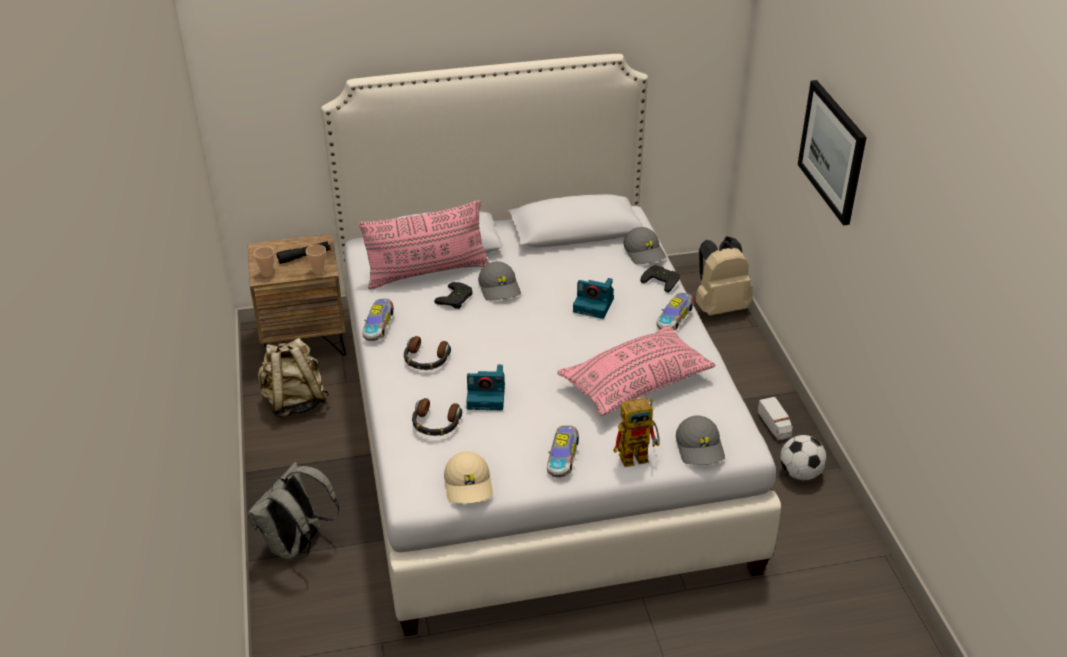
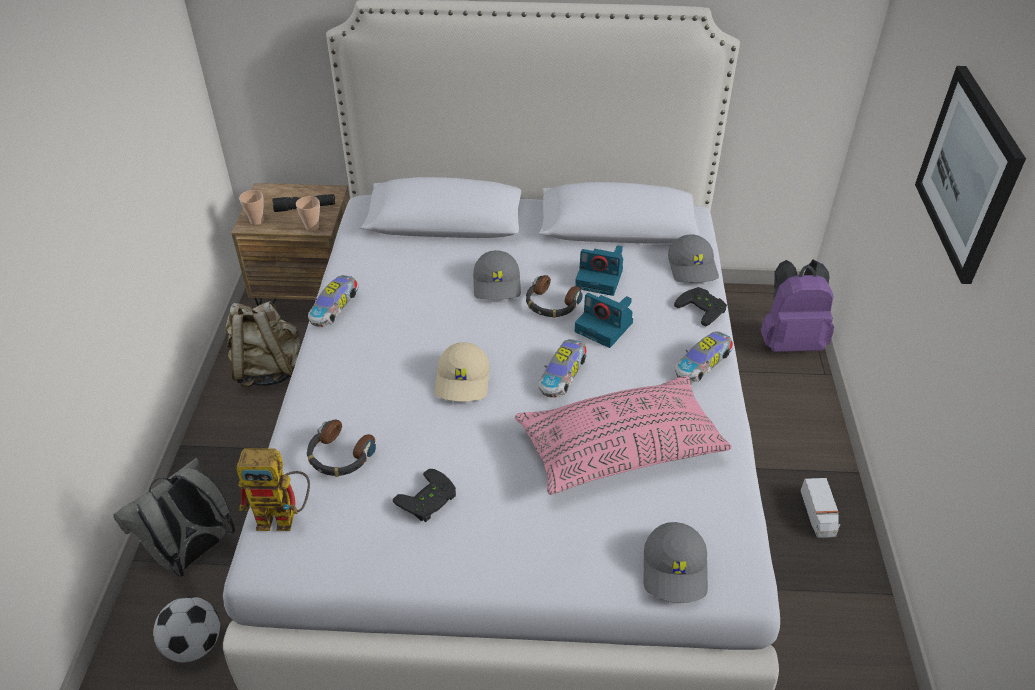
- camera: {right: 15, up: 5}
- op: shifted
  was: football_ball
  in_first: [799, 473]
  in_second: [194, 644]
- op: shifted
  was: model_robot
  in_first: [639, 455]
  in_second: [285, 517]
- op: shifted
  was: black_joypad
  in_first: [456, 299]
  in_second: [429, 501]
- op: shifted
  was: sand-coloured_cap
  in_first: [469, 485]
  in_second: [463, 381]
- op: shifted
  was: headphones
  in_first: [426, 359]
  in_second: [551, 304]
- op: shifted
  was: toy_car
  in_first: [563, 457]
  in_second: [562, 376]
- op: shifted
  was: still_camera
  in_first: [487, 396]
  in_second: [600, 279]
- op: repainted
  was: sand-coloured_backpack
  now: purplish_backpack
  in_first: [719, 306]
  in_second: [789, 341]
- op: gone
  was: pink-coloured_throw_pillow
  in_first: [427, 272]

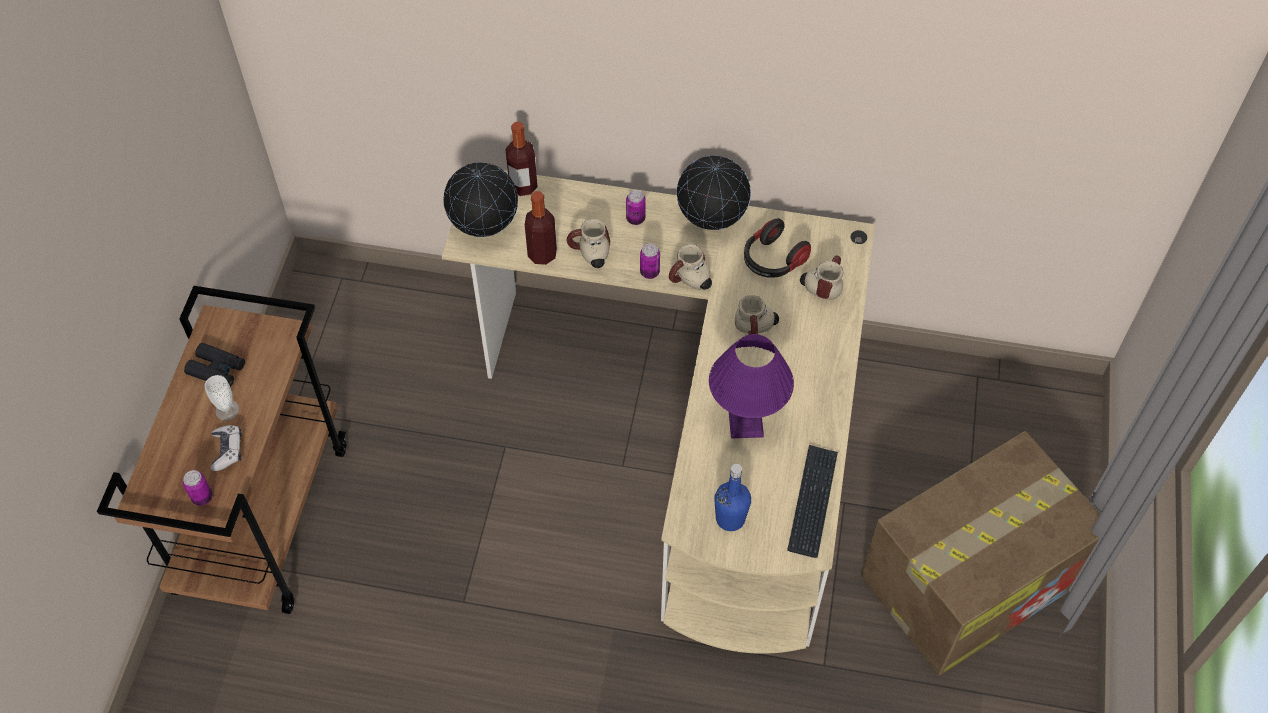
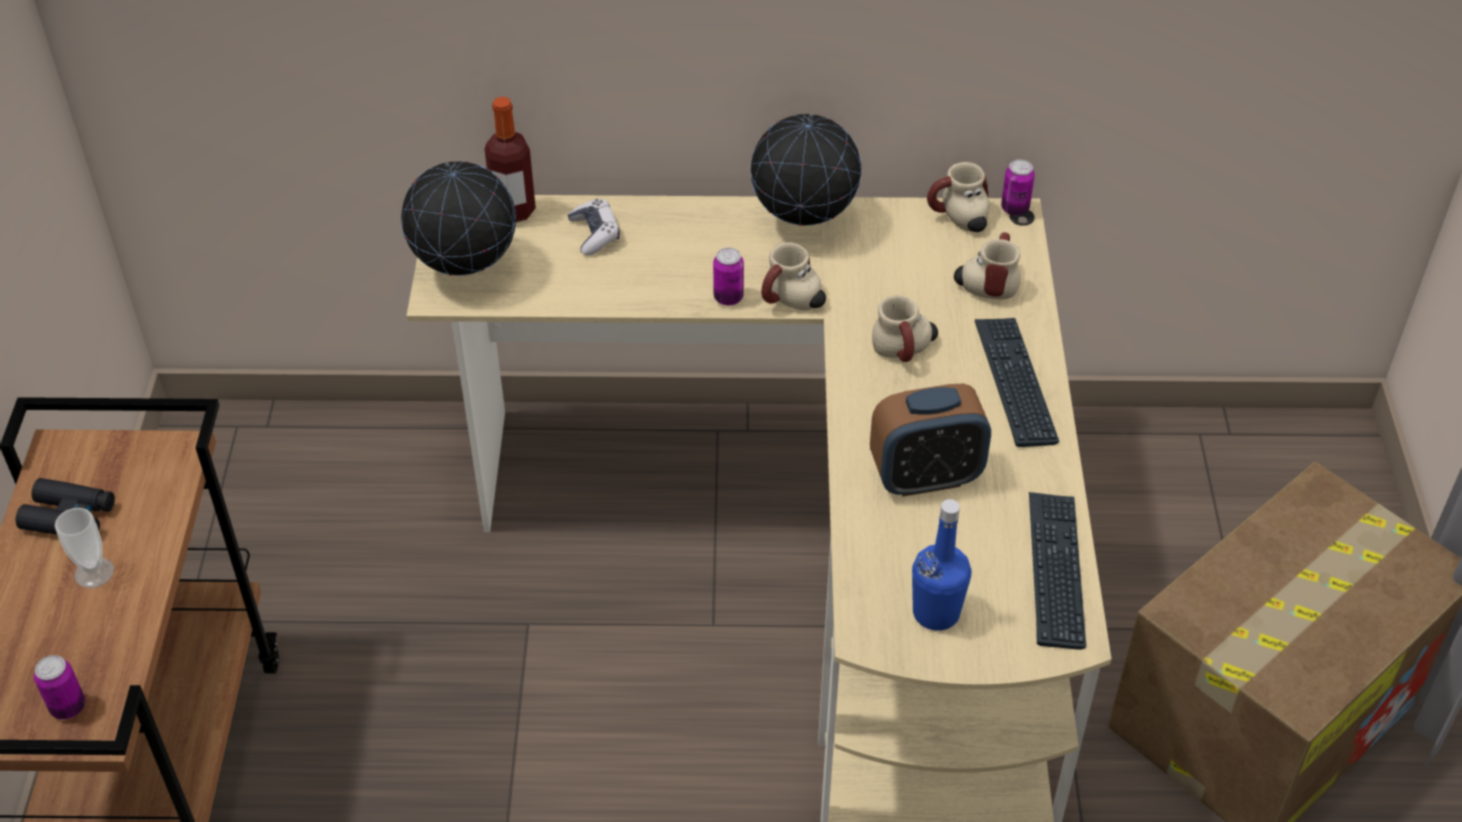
- camera: {right: -10, up: -10}
- op: shifted
  was: joypad
  in_first: [227, 450]
  in_second: [595, 234]
- op: swapped
  was: purplish_tabletop_lamp
  now: table_clock
  in_first: [747, 423]
  in_second: [925, 477]
- op: shifted
  was: mug
  in_first: [589, 255]
  in_second: [958, 219]
- op: new
  now: keyboard
  in_second: [1014, 382]
- op: shifted
  was: metal_can
  in_first: [635, 219]
  in_second: [1014, 209]
- op: gone
  was: beverage_bottle
  in_first: [542, 254]
- op: gone
  was: headphones
  in_first: [772, 260]

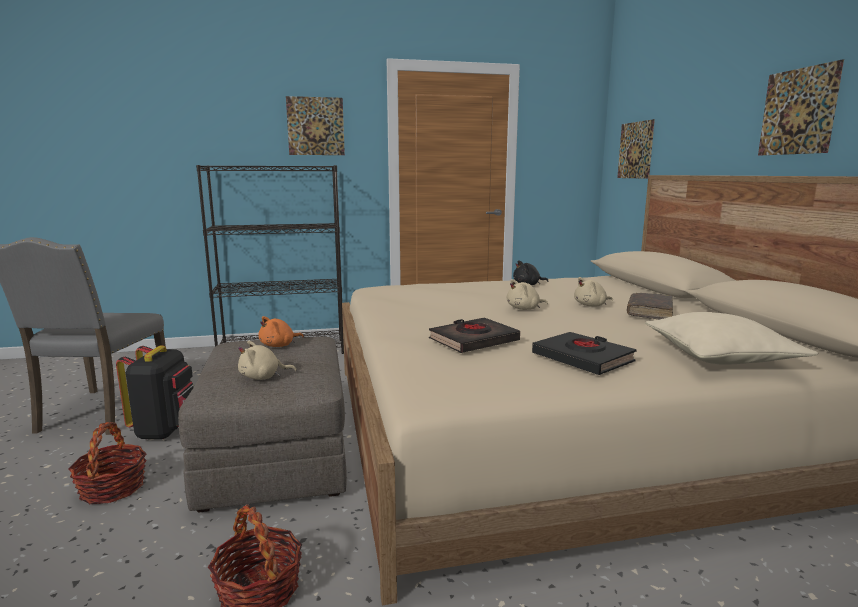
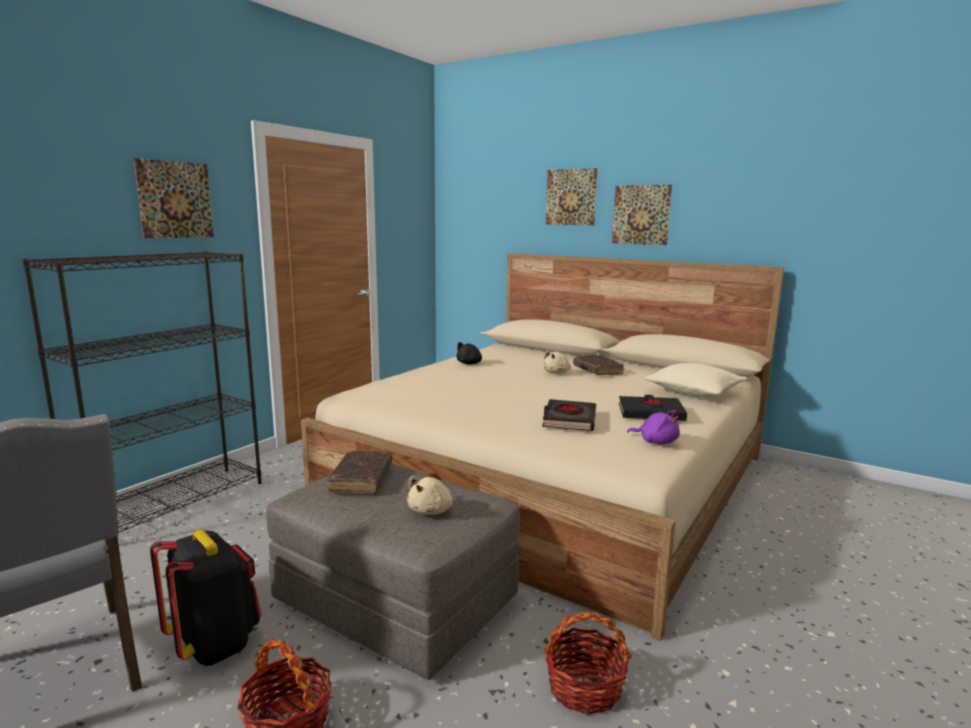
- camera: {right: -45, up: 0}
- op: swapped
  was: orange_soft_toy
  now: brown-coloured_book
  in_first: [279, 345]
  in_second: [361, 480]
- op: shifted
  was: picture
  in_first: [635, 150]
  in_second: [571, 197]
- op: new
  now: purplish_soft_toy
  in_second: [656, 442]
- op: gone
  was: sand-coloured_soft_toy
  in_first: [525, 309]

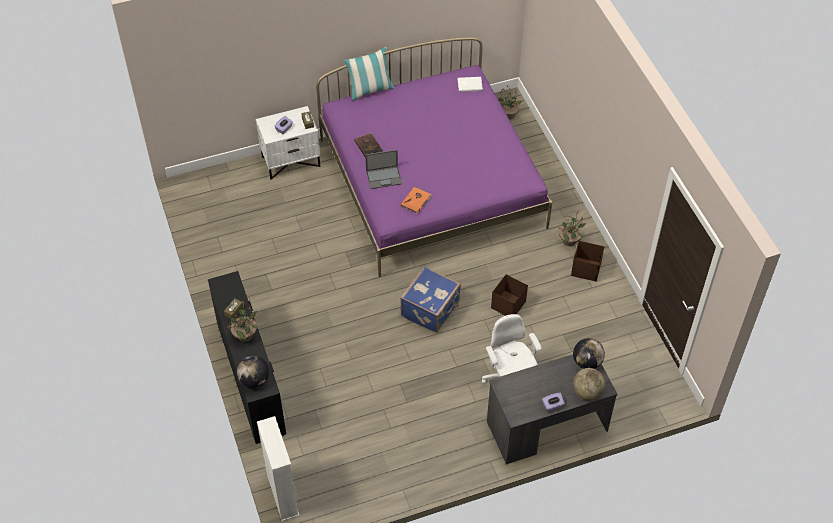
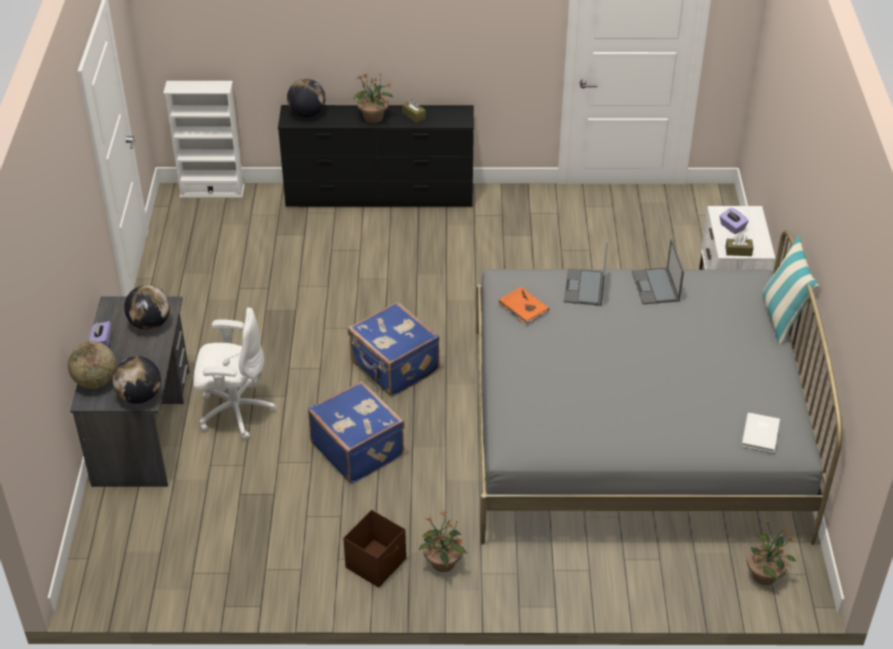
- camera: {right: 110, up: -10}
- op: new
  now: world_globe
  in_second: [150, 324]
- op: swapped
  was: brown-coloured_storage_box
  now: blue_suitcase
  in_first: [508, 305]
  in_second: [358, 448]
- op: repainted
  was: purplish_bed
  now: gray_bed
  in_first: [431, 183]
  in_second: [633, 430]
- op: swapped
  was: brown-coloured_book
  now: notebook_computer
  in_first: [368, 146]
  in_second: [656, 286]

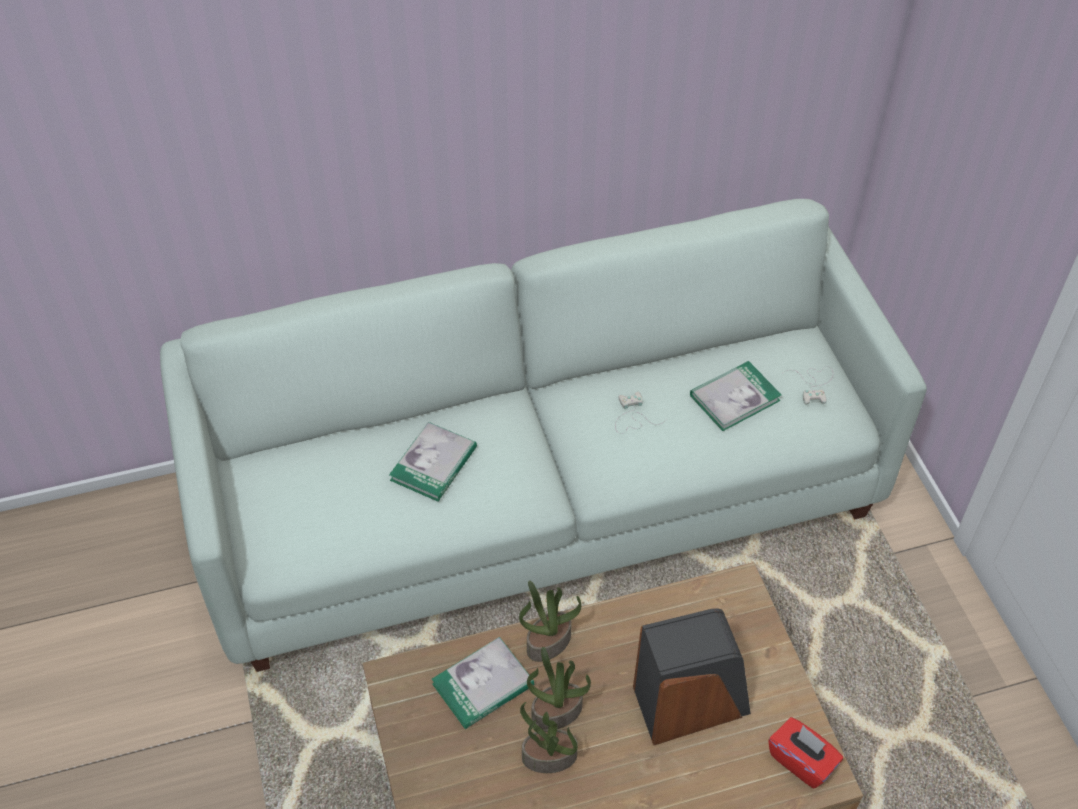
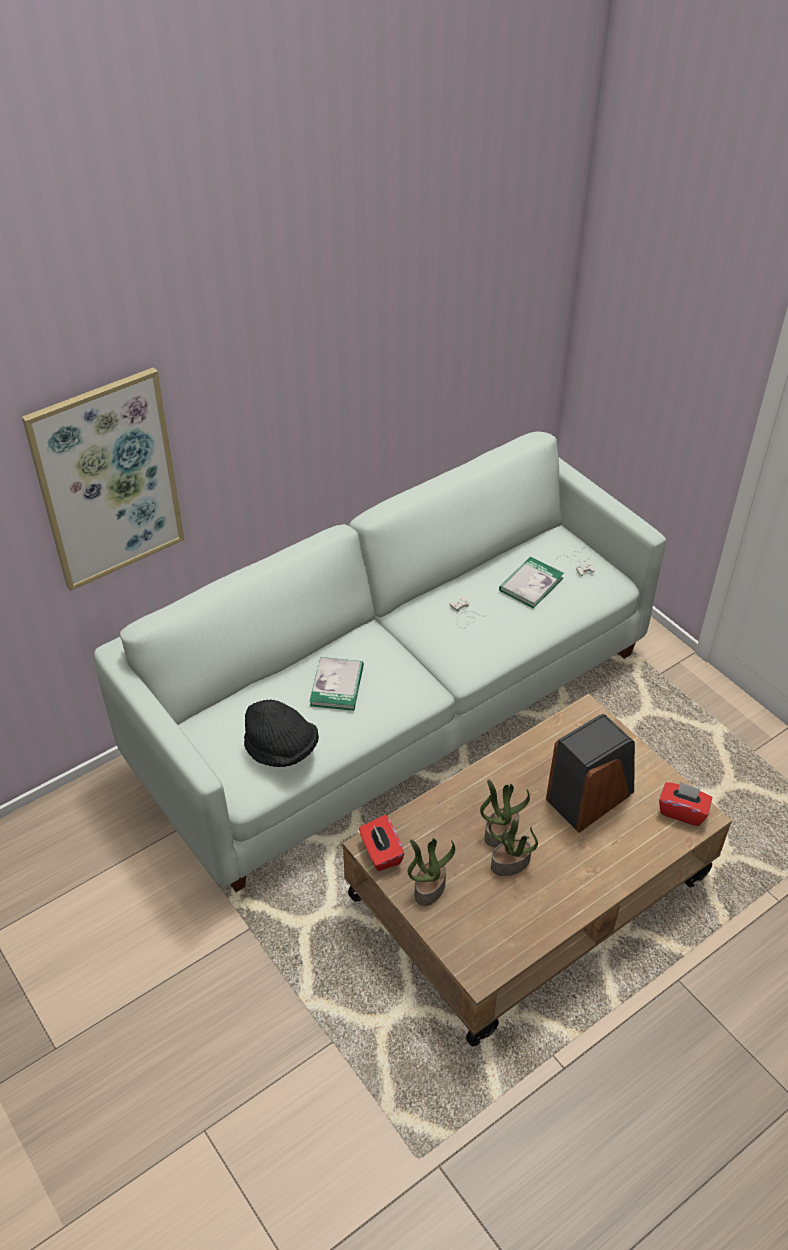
- camera: {right: -20, up: -5}
- op: new
  now: picture
  in_second: [107, 481]
- op: new
  now: black_clothing_hat
  in_second: [281, 749]
- op: new
  now: red-coloured_tissue_holder
  in_second: [381, 853]
- op: shifted
  was: houseplant
  in_first: [548, 641]
  in_second: [429, 887]
- op: gone
  was: book
  in_first: [483, 685]

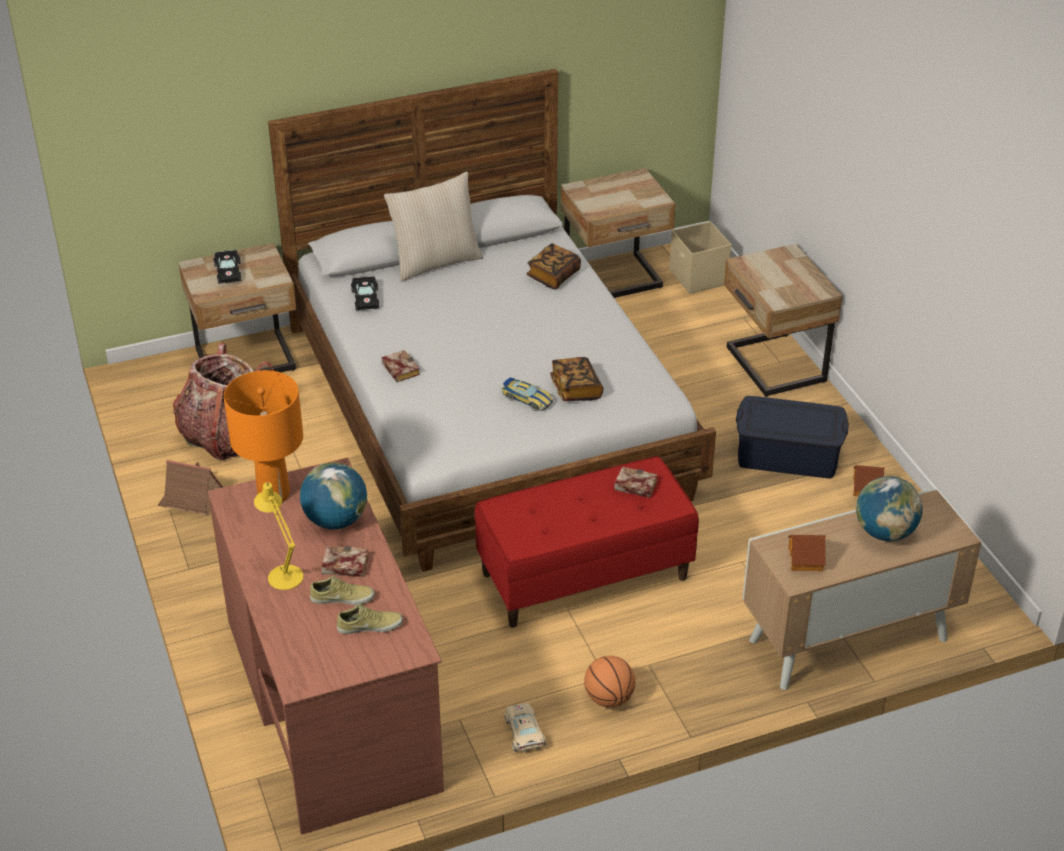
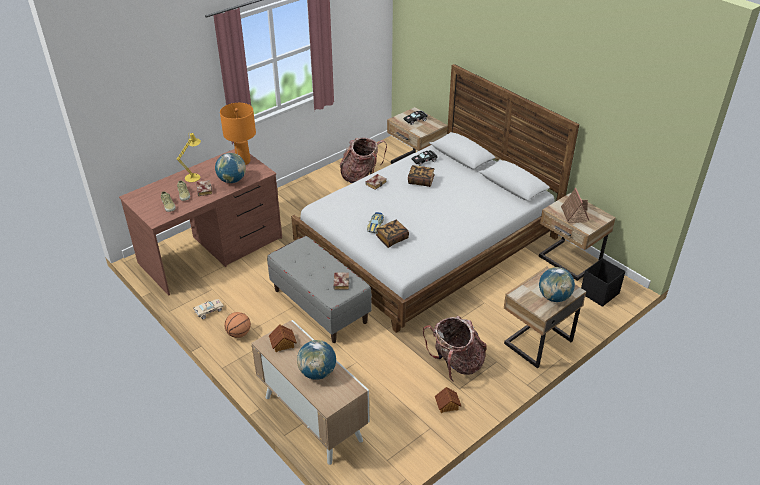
- camera: {right: 70, up: 0}
- op: repainted
  was: red-coloured_long_seat
  now: gray_long_seat
  in_first: [584, 575]
  in_second: [320, 306]
- op: shifted
  was: book
  in_first: [553, 276]
  in_second: [421, 181]
- op: swapped
  was: blue_storage_box
  now: backpack
  in_first: [788, 456]
  in_second: [456, 364]
- op: new
  now: world_globe
  in_second: [554, 297]
- op: shifted
  was: miniature_house
  in_first: [190, 499]
  in_second: [574, 214]
- op: repainted
  was: sand-coloured_storage_box
  now: black_storage_box
  in_first: [698, 278]
  in_second: [599, 293]
- op: gone
  was: sand-coloured_throw_pillow
  in_first: [435, 262]

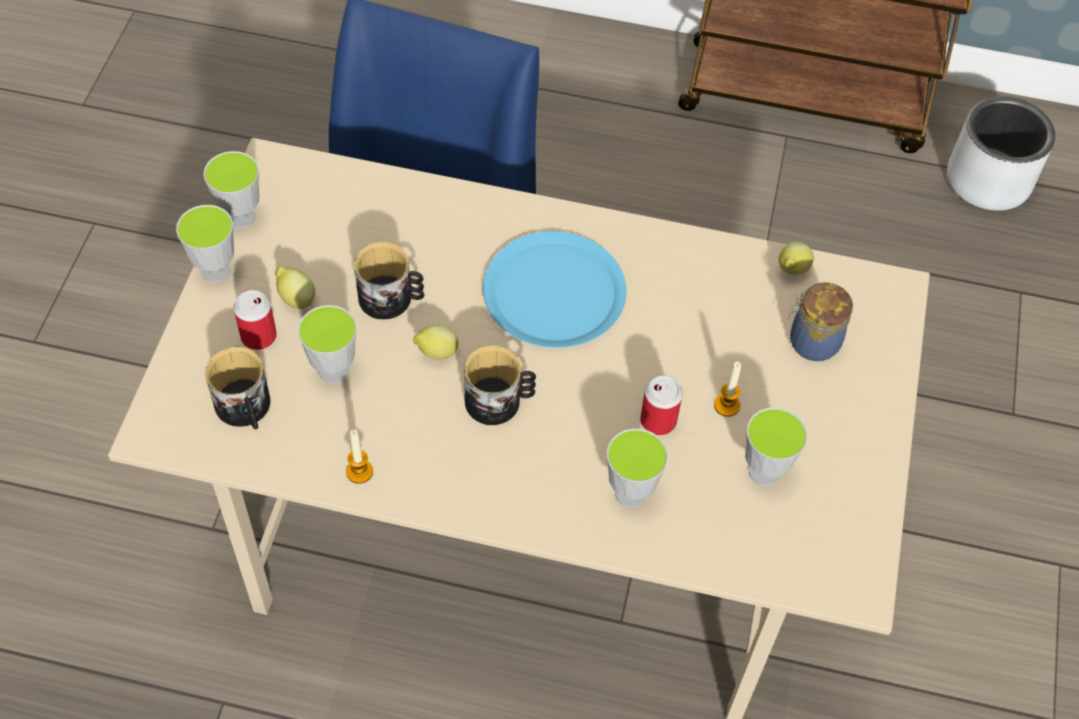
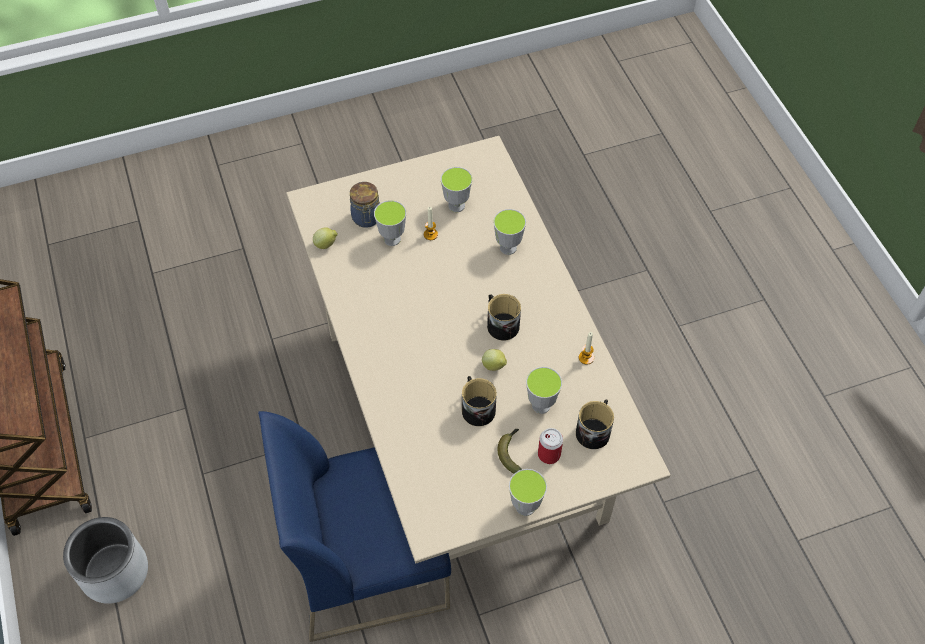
- camera: {right: -120, up: 0}
- op: shifted
  was: gray_planter
  in_first: [989, 180]
  in_second: [115, 571]
- op: shifted
  was: cup
  in_first: [241, 217]
  in_second: [392, 239]
- op: swapped
  was: lemon
  now: banana
  in_first: [295, 298]
  in_second: [512, 453]
- op: gone
  was: blue_dinner_plate
  in_first: [554, 291]
- op: gone
  was: metal_can
  in_first: [658, 420]

